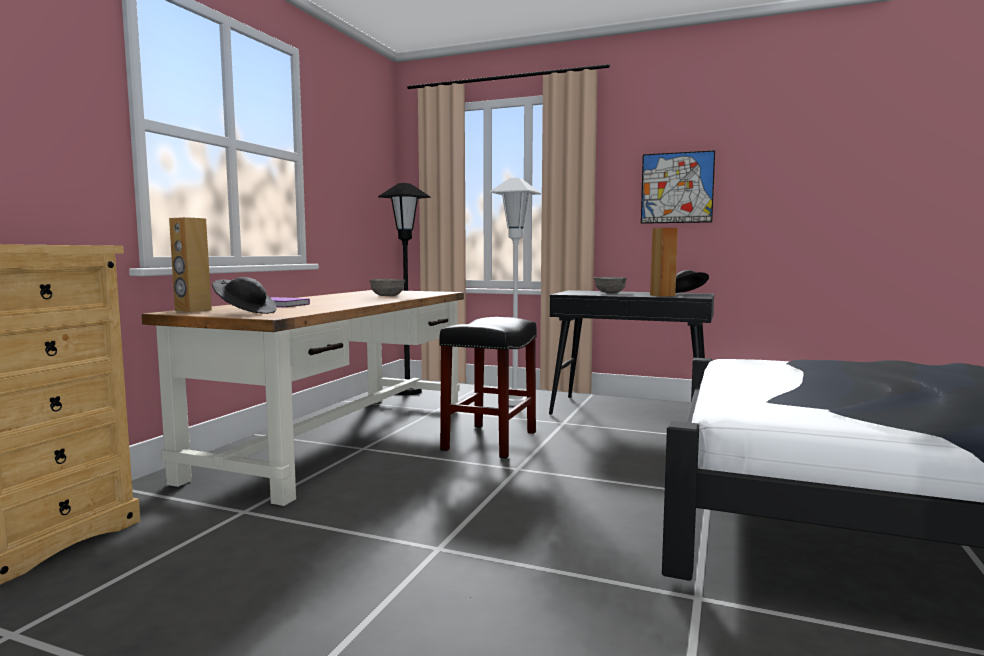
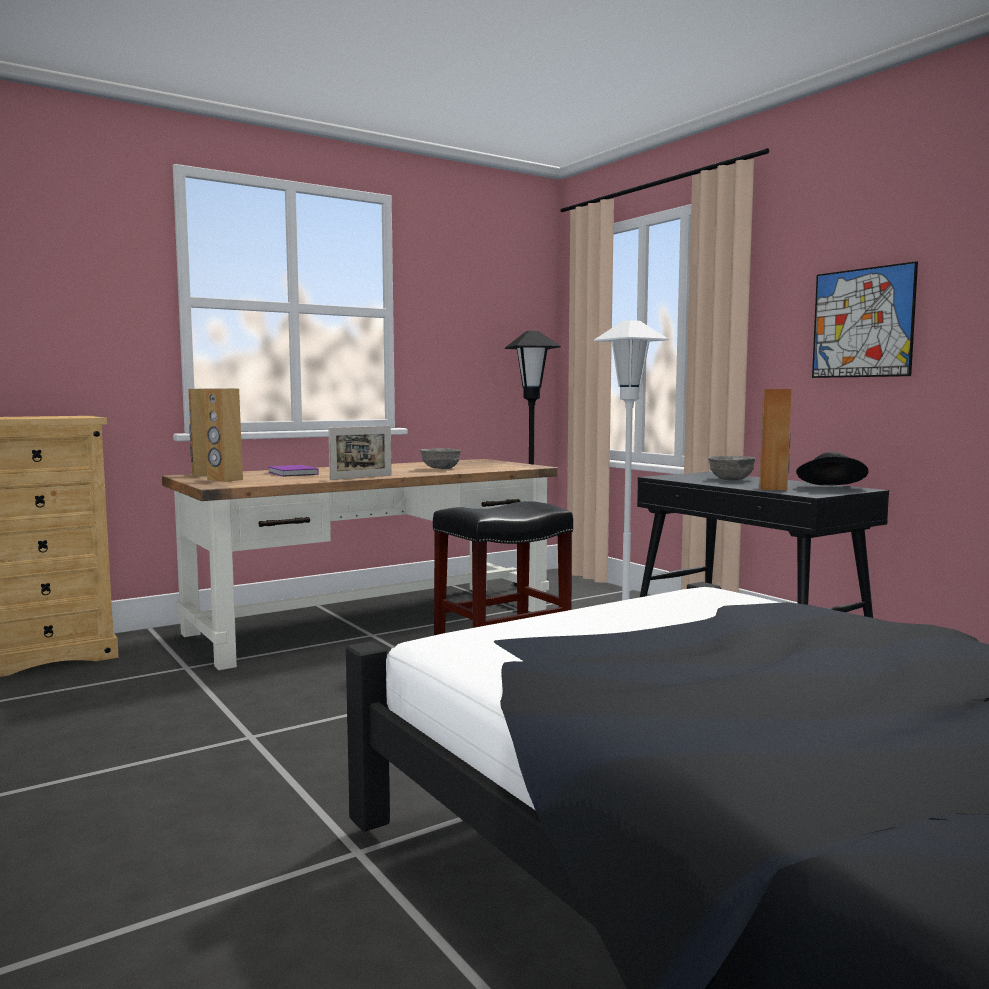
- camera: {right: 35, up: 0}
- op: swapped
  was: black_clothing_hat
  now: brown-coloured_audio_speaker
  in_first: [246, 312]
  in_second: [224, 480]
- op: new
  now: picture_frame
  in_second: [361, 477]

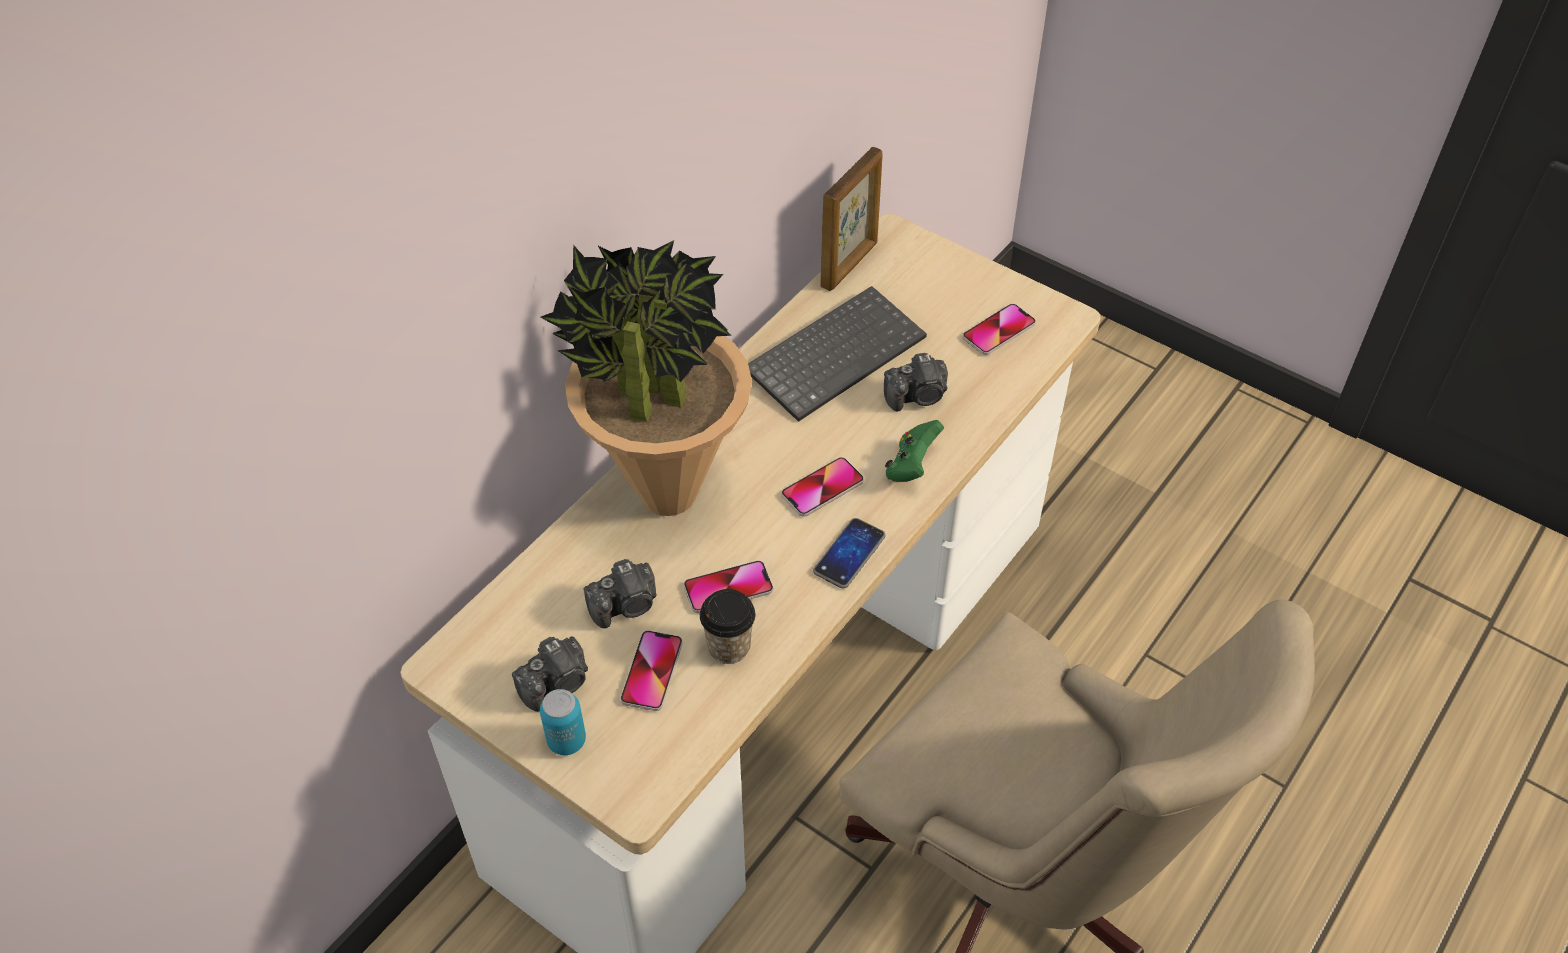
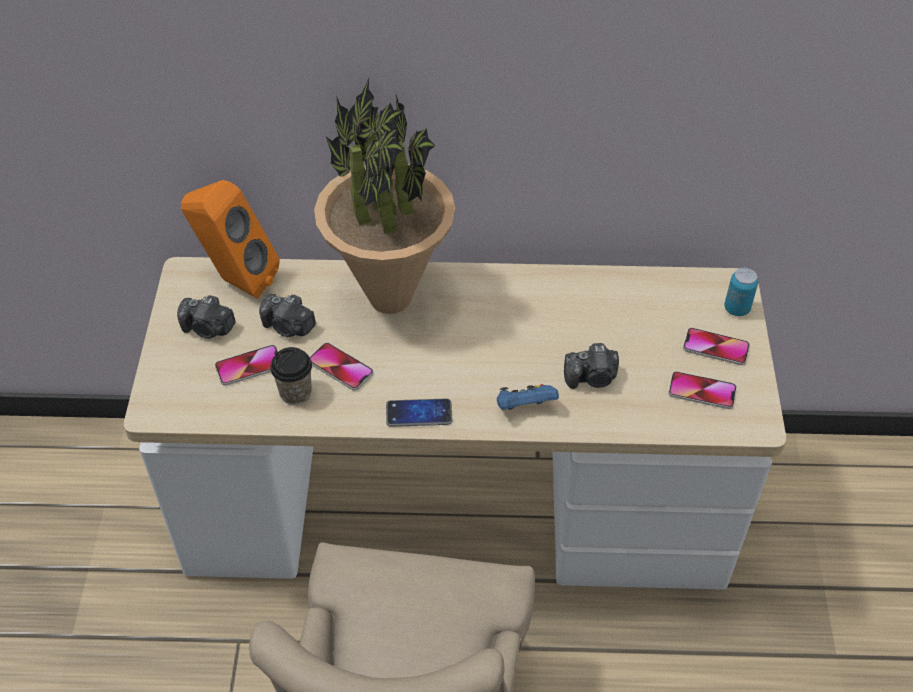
- camera: {right: 55, up: 0}
- op: new
  now: orange_audio_speaker
  in_second: [236, 280]
- op: repainted
  was: green-coloured_joypad
  now: blue_joypad
  in_first: [911, 466]
  in_second: [524, 407]
- op: rotated
  was: still_camera
  in_first: [917, 396]
  in_second: [592, 378]
  clockwise: -45
- op: shifted
  was: telephone
  in_first: [822, 488]
  in_second: [715, 347]
- op: shifted
  was: metal_can
  in_first: [566, 741]
  in_second: [736, 308]
- op: gone
  was: keyboard
  in_first: [835, 353]
- op: gone
  was: picture_frame
  in_first: [850, 265]

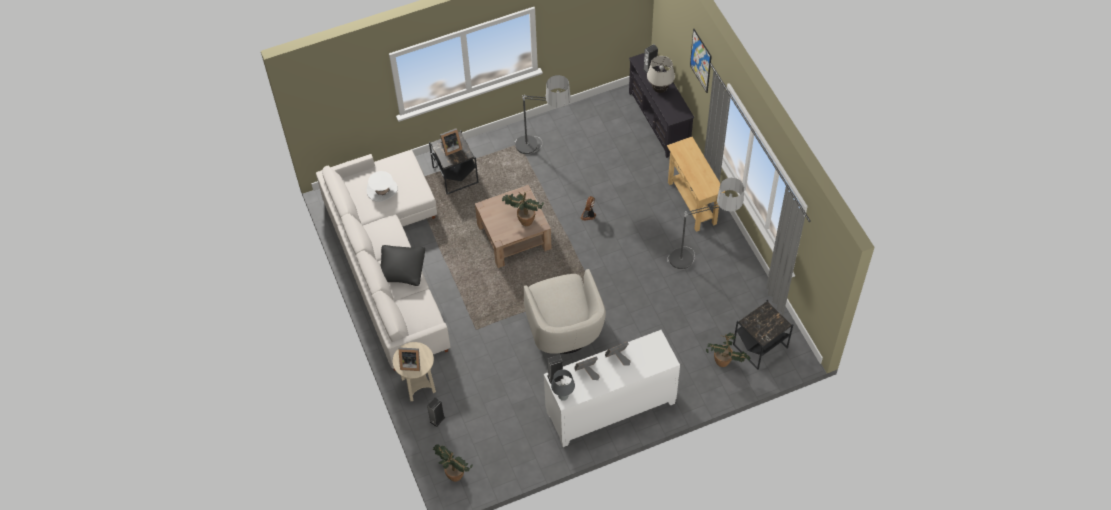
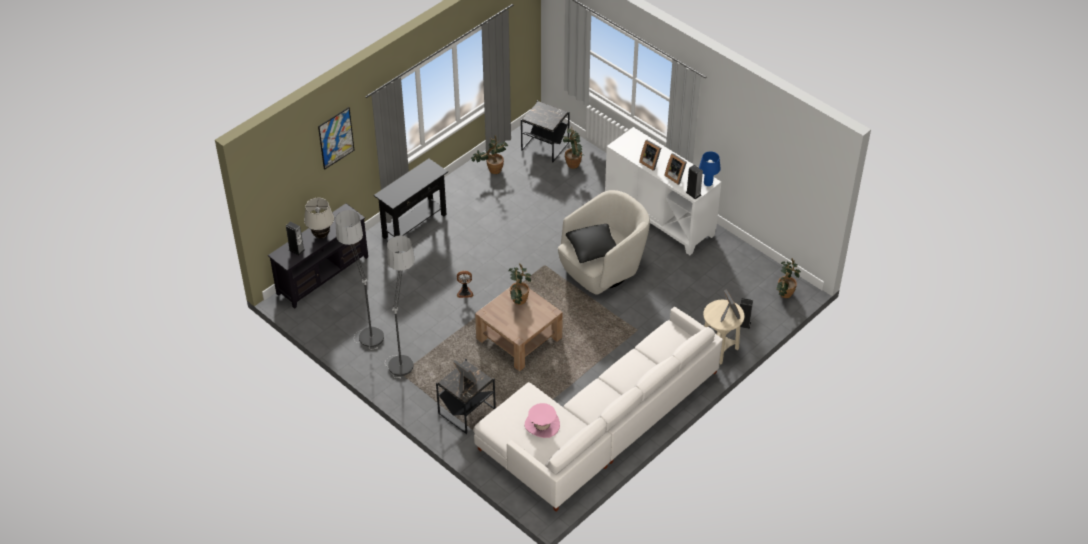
- camera: {right: -115, up: -10}
- op: shifted
  was: standard_lamp
  in_first: [700, 259]
  in_second: [364, 324]
- op: repainted
  was: sand-coloured_narrow_table
  now: black_narrow_table
  in_first: [692, 203]
  in_second: [414, 225]
- op: new
  now: houseplant
  in_second: [492, 170]
- op: repainted
  was: white_clothing_hat
  now: pink-coloured_clothing_hat
  in_first: [382, 190]
  in_second: [542, 425]
- op: shifted
  was: black_throw_pillow
  in_first: [401, 269]
  in_second: [593, 249]
- op: repainted
  was: gray_tabletop_lamp
  now: blue_tabletop_lamp
  in_first: [563, 397]
  in_second: [708, 183]

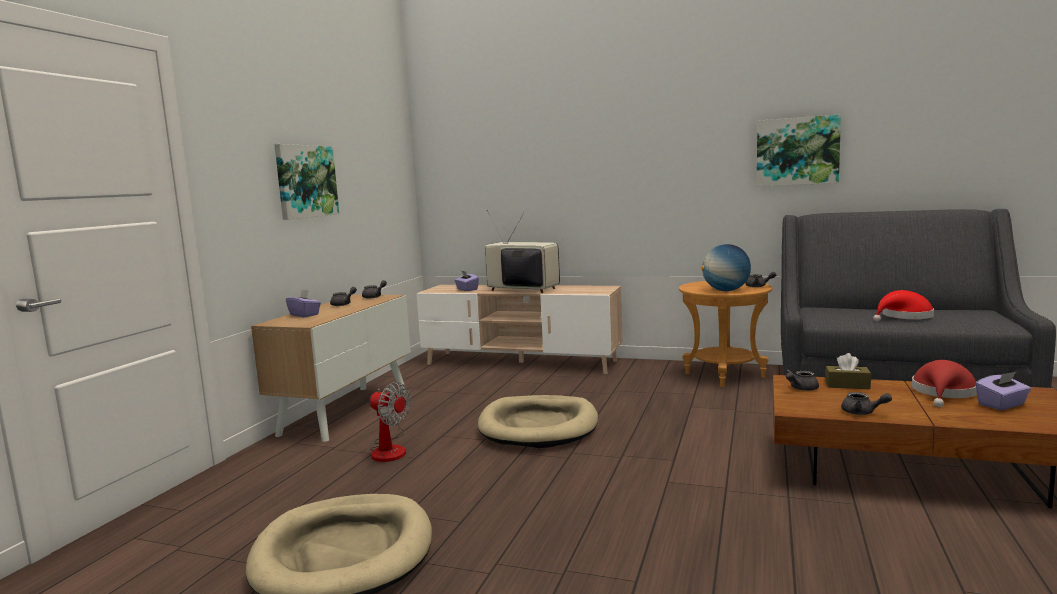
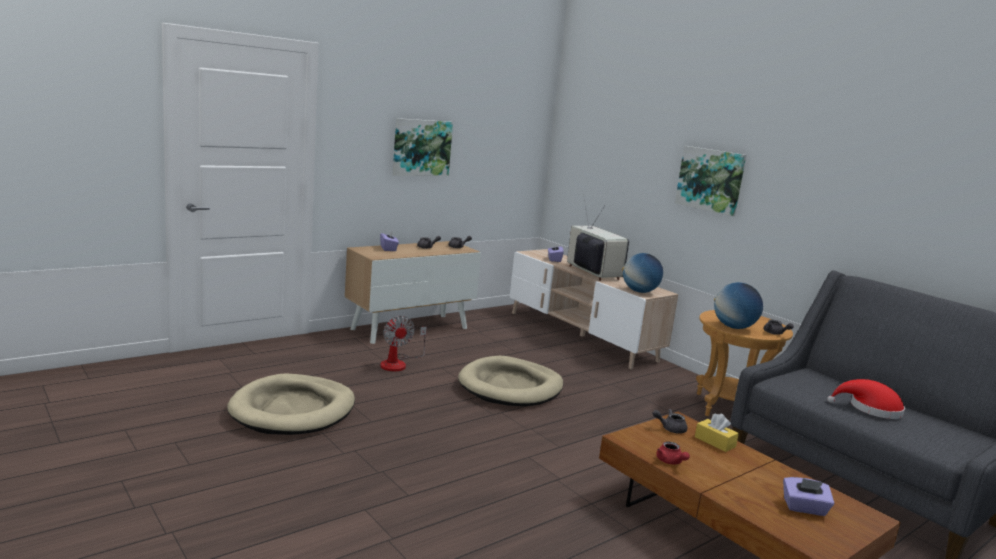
- camera: {right: 30, up: 5}
- op: new
  now: world_globe
  in_second: [639, 291]
- op: repainted
  was: gray_pot_for_tea
  now: red-coloured_pot_for_tea
  in_first: [862, 413]
  in_second: [670, 462]
- op: shifted
  was: picture
  in_first: [797, 151]
  in_second: [710, 180]
- op: repainted
  was: brown-coloured_tissue_holder
  now: yellow-coloured_tissue_holder
  in_first: [847, 385]
  in_second: [715, 442]
- op: gone
  was: red-coloured_clothing_hat
  in_first: [943, 393]

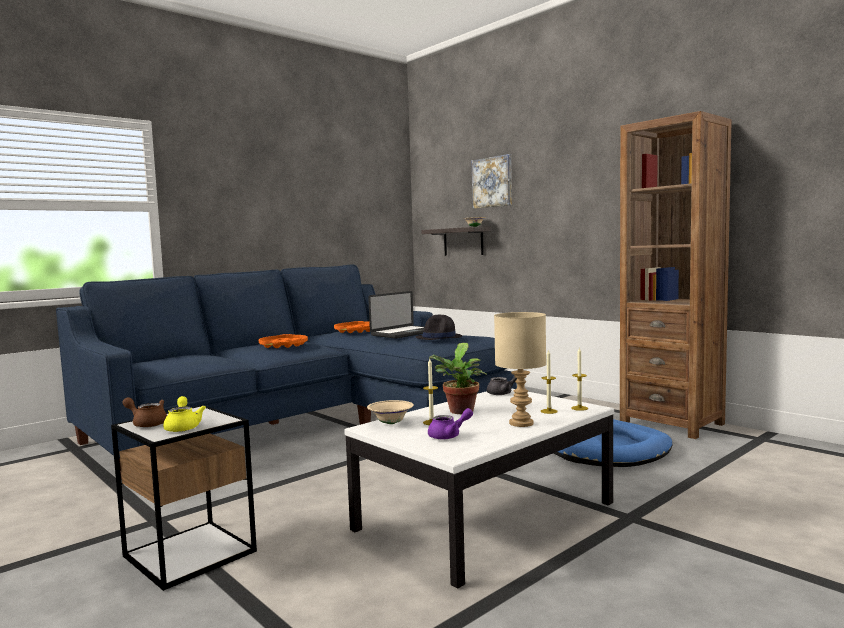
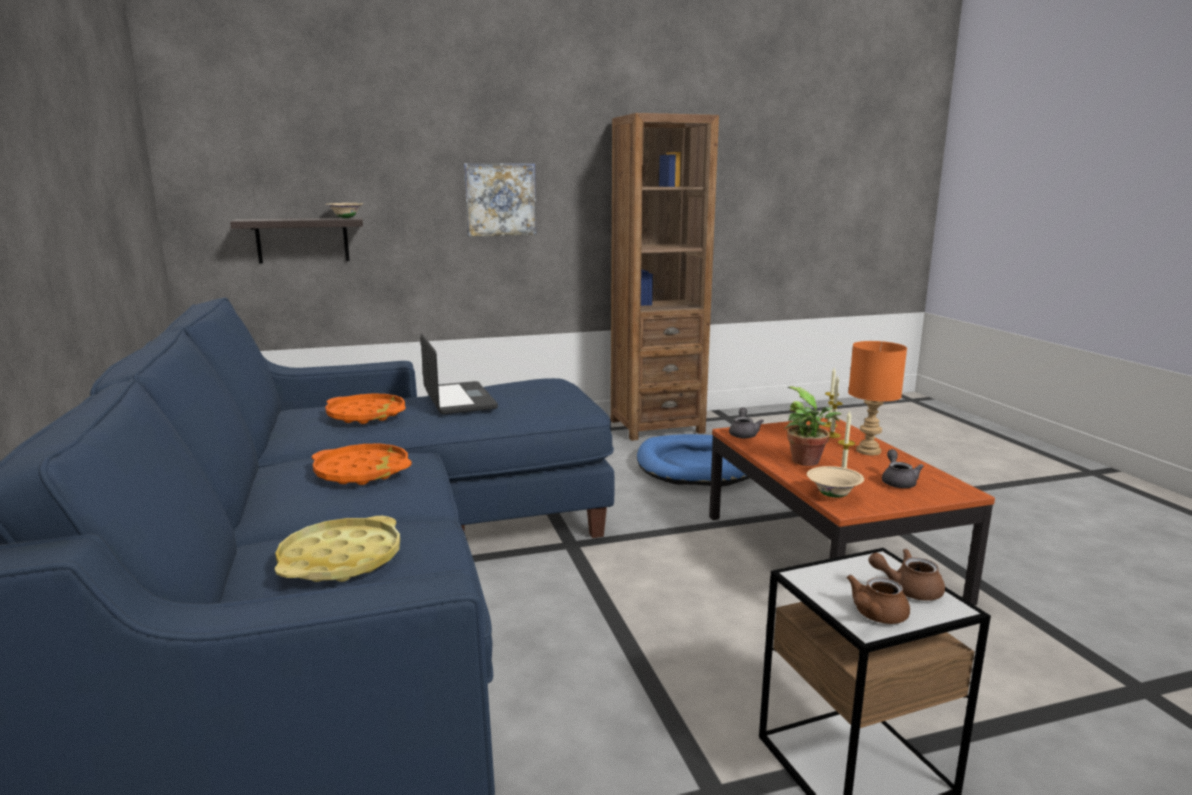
- camera: {right: -65, up: 10}
- op: new
  now: yellow-coloured_serving_tray
  in_second: [341, 559]
- op: shifted
  was: picture
  in_first: [492, 182]
  in_second: [500, 199]
- op: repainted
  was: white_lounge_table
  now: brown-coloured_lounge_table
  in_first: [485, 515]
  in_second: [826, 556]
- op: repainted
  was: sand-coloured_tabletop_lamp
  now: orange_tabletop_lamp
  in_first: [522, 423]
  in_second: [869, 451]
- op: repainted
  was: yellow-coloured_pot_for_tea
  now: brown-coloured_pot_for_tea
  in_first: [183, 427]
  in_second: [908, 589]
- op: repainted
  was: purplish_pot_for_tea
  now: gray_pot_for_tea
  in_first: [449, 436]
  in_second: [898, 482]
- op: gone
  was: black_clothing_hat
  in_first: [439, 337]

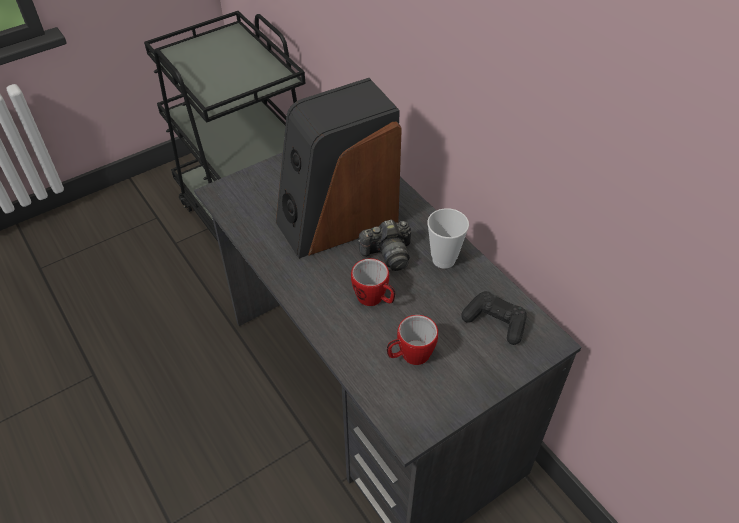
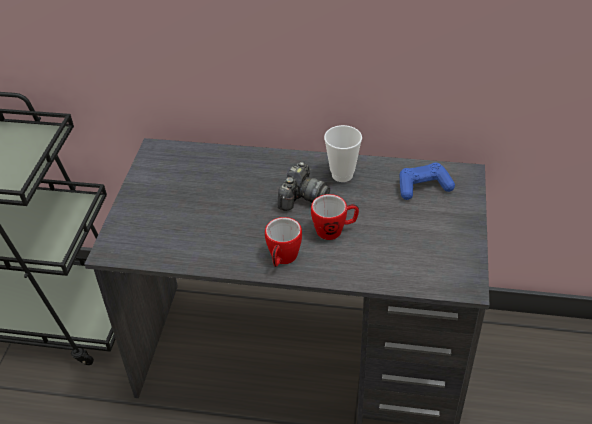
- camera: {right: -45, up: -5}
- op: shifted
  was: mug
  in_first: [410, 356]
  in_second: [282, 259]
- op: repainted
  was: black_joypad
  now: blue_joypad
  in_first: [495, 322]
  in_second: [423, 187]
- op: gone
  was: audio_speaker
  in_first: [337, 221]

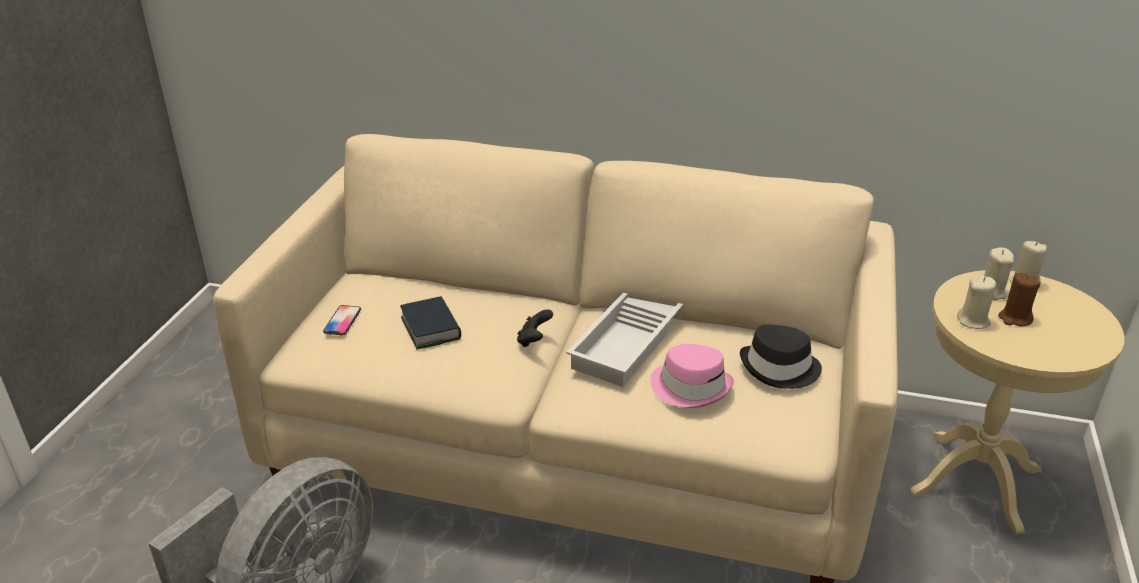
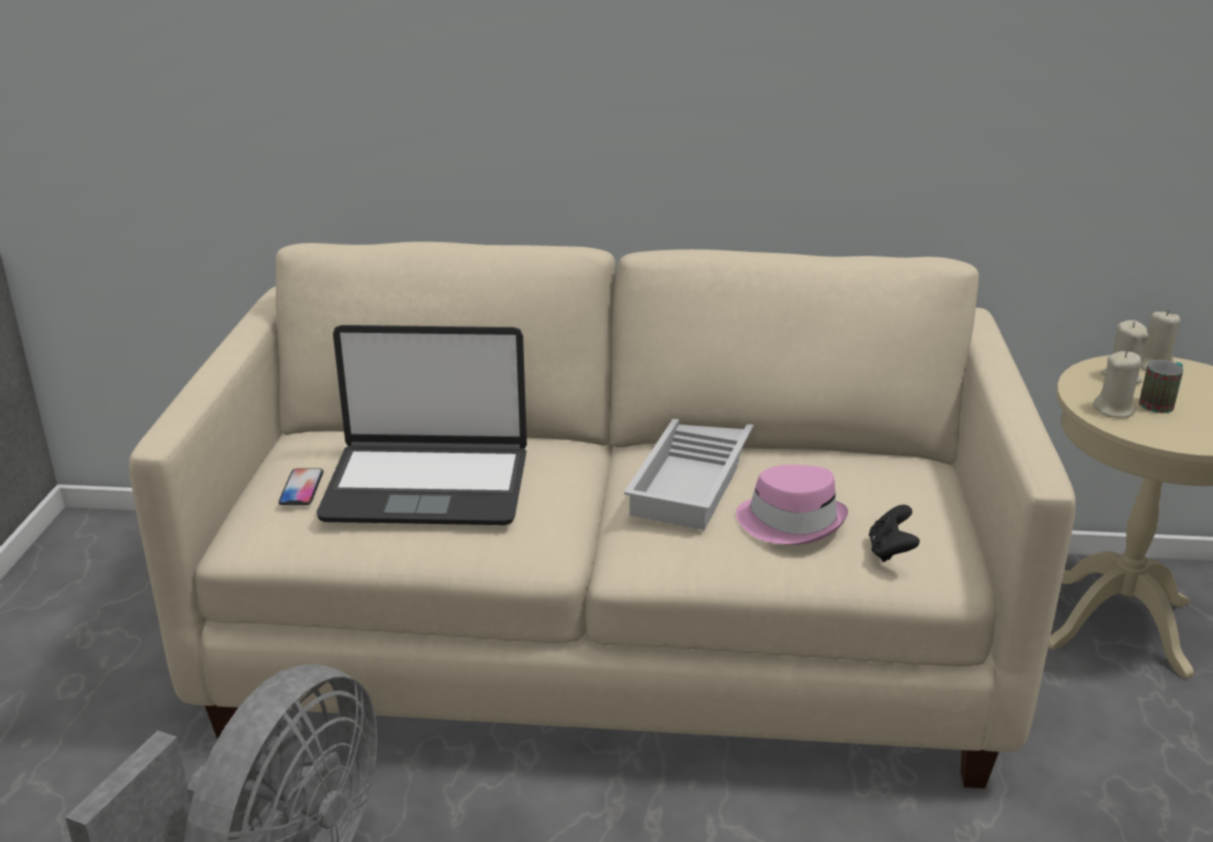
- camera: {right: -10, up: -5}
- op: swapped
  was: book
  now: notebook_computer
  in_first: [431, 328]
  in_second: [427, 485]
- op: shifted
  was: black_joypad
  in_first: [534, 340]
  in_second: [890, 551]
- op: swapped
  was: brown-coloured_wax_light
  now: mug
  in_first: [1014, 318]
  in_second: [1160, 403]
- op: gone
  was: black_clothing_hat
  in_first: [780, 369]

